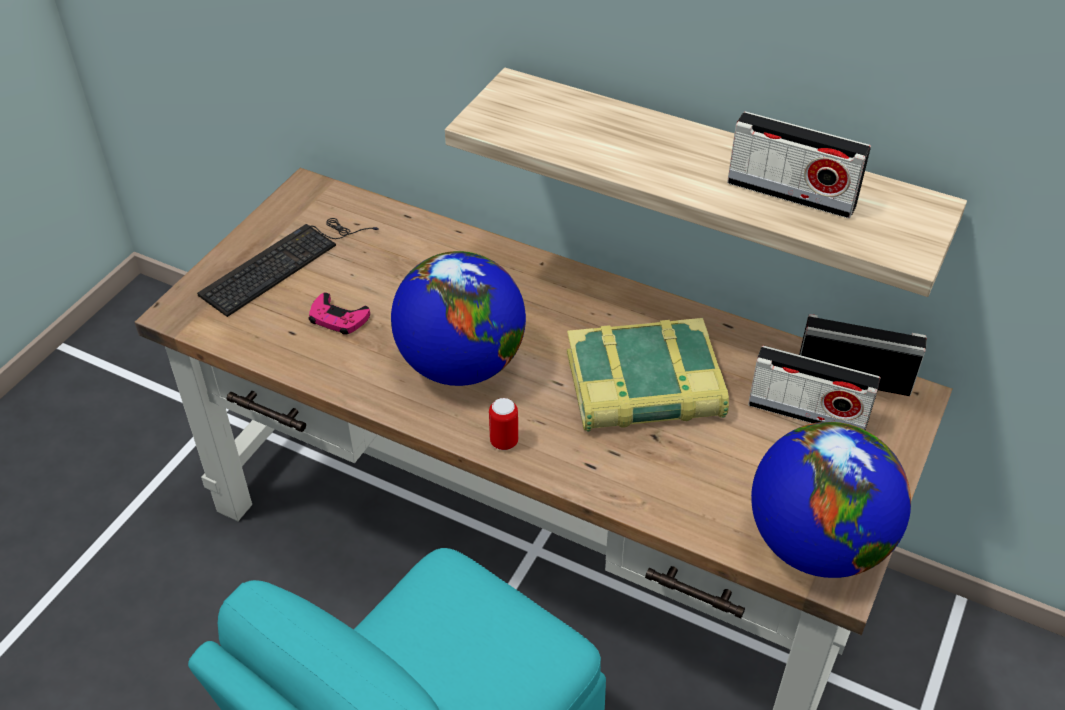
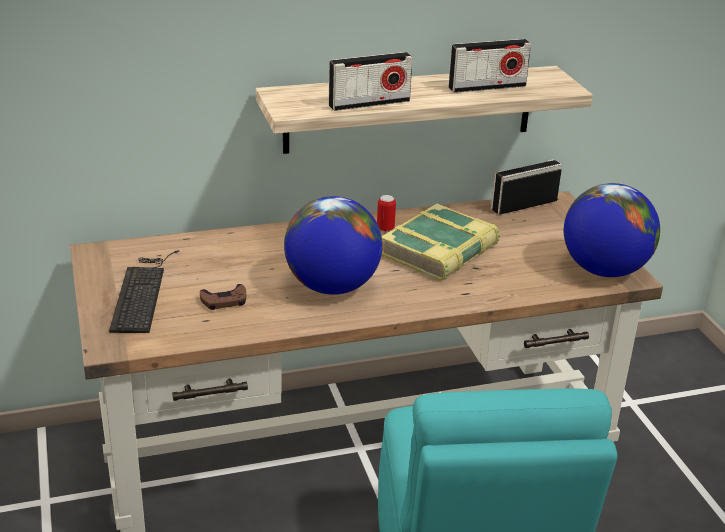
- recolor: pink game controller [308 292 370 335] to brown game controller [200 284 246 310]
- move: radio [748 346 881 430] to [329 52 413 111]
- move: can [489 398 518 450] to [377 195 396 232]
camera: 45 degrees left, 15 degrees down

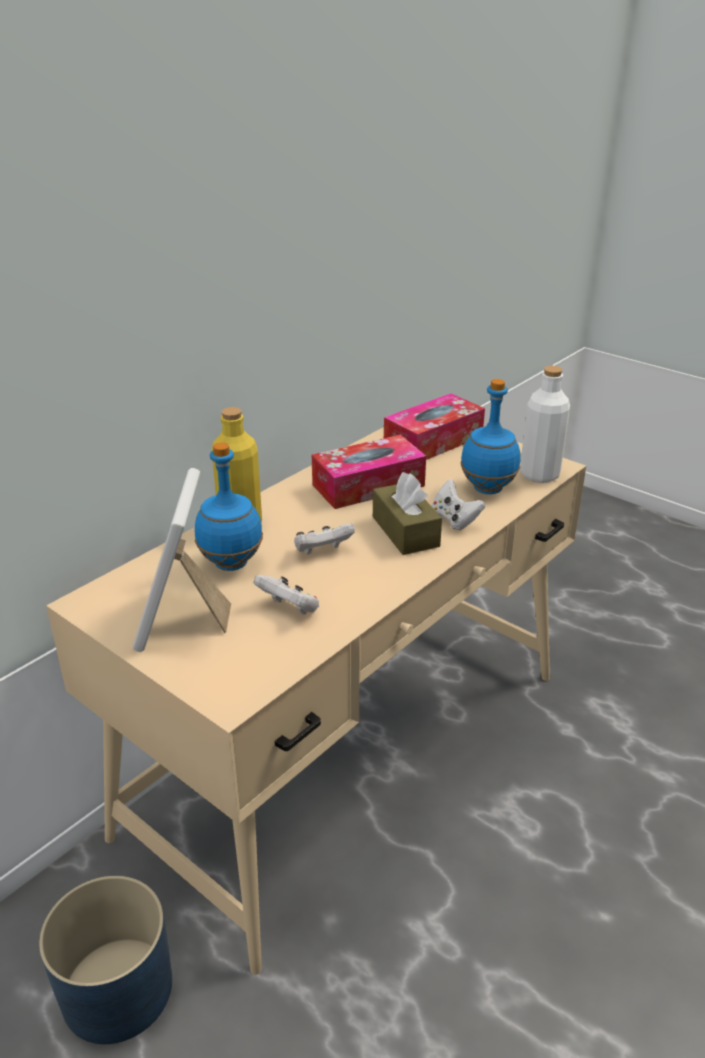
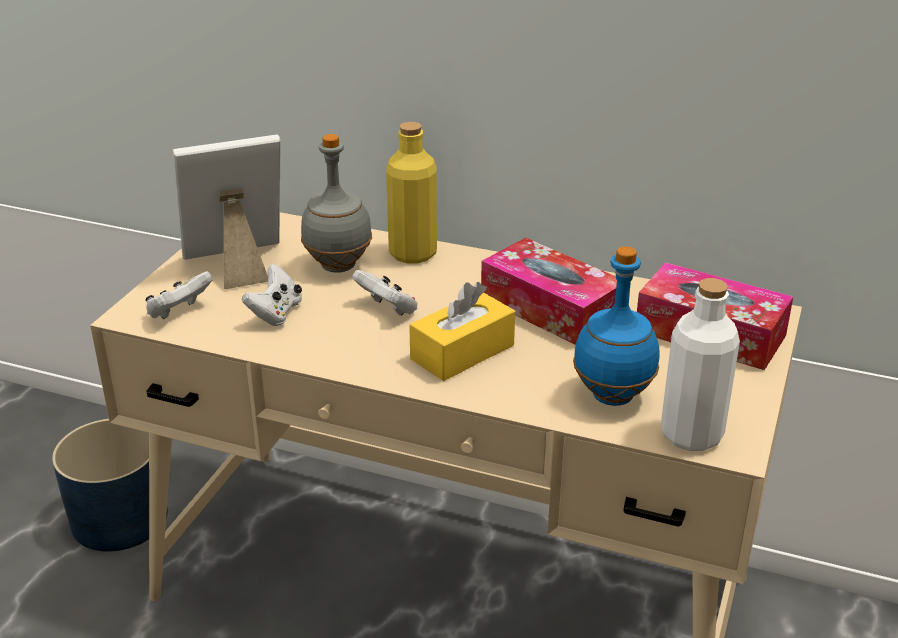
- recolor: blue bottle [195 442 263 571] to grey bottle [301 134 372 273]
- recolor: brown tissue box [373 472 442 555] to yellow tissue box [409 282 515 381]
- move: white game controller [432 479 485 530] to [145 271 213 319]
camera: 70 degrees right, 0 degrees up

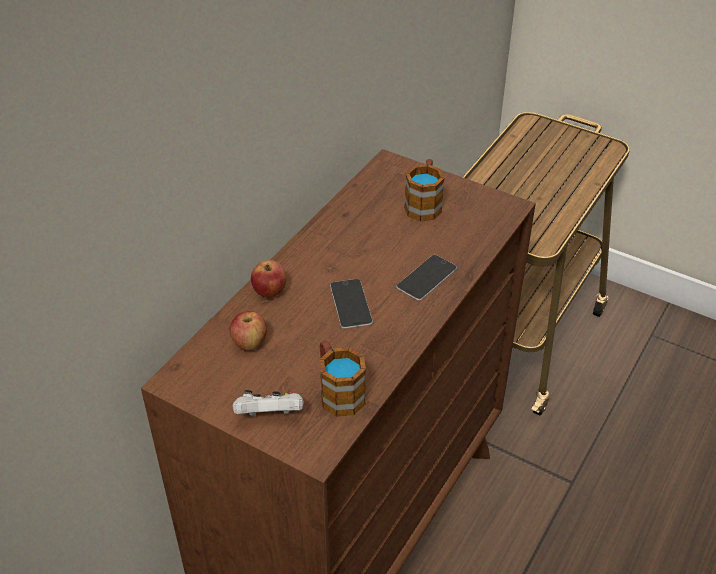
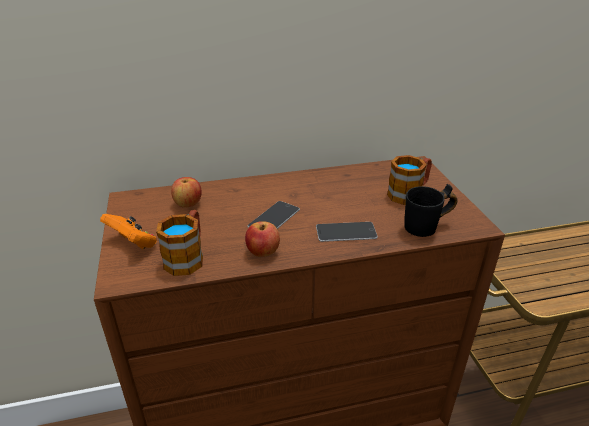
- move: apple [251 260 287 298] to [245 221 280 257]
- recolor: white game controller [233 390 304 417] to orange game controller [100 214 157 249]
- insert: black mug [404 184 458 237]
camera: 45 degrees right, 10 degrees down

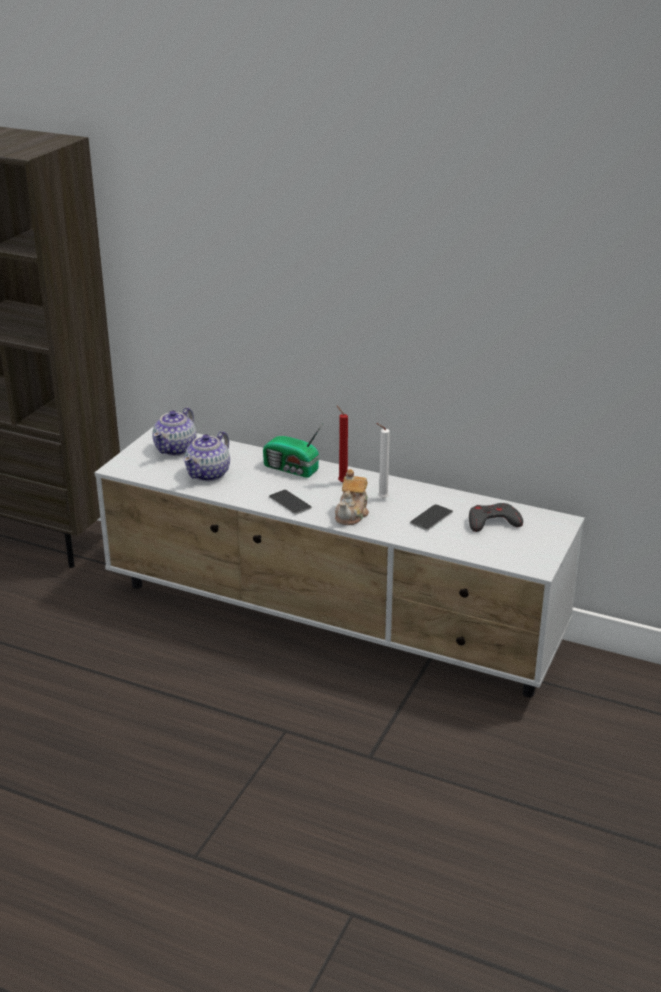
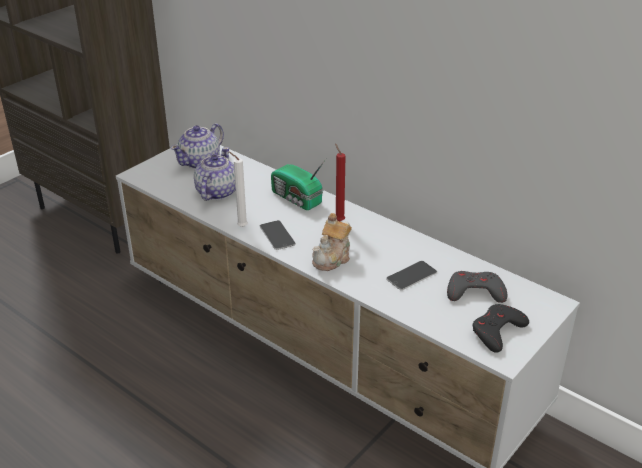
- move: white candle [376 423 390 499] to [229 152 248 227]
- rotate: teapot [184 431 230 481] = [194 147 236 201] 150 degrees clockwise
- insert: black game controller [472 304 529 353]
camera: 15 degrees right, 5 degrees up

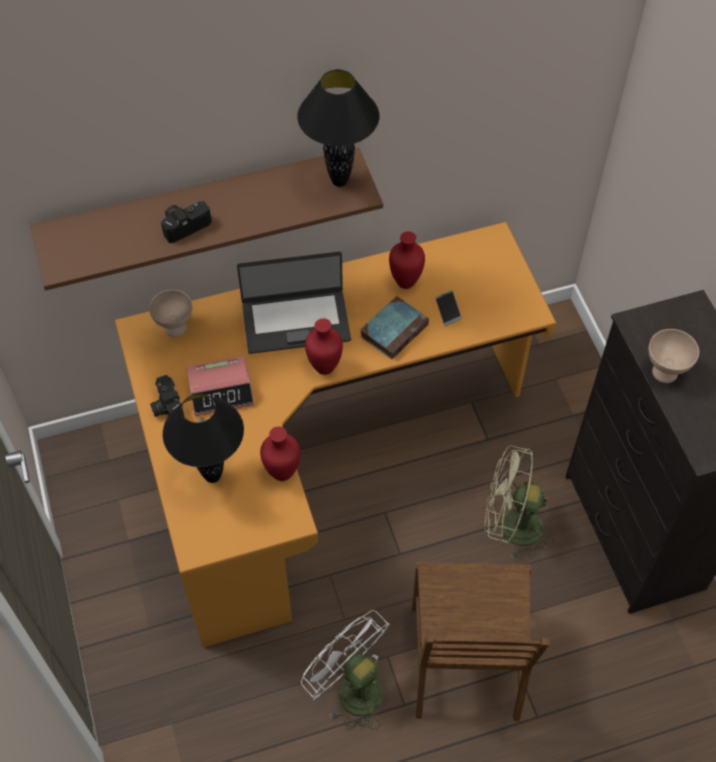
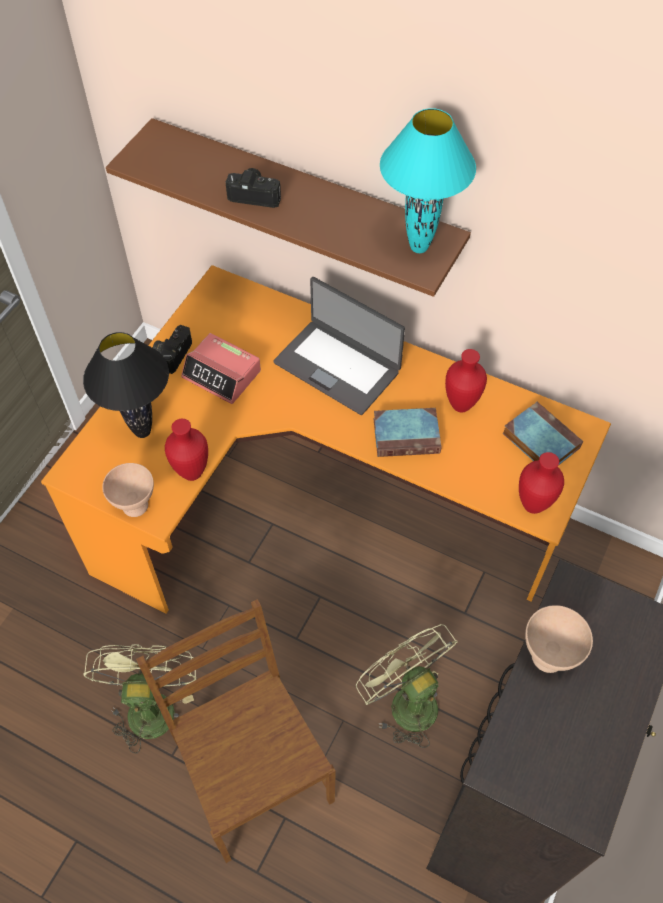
- recolor: black table lamp [297 70 379 187] to turquoise table lamp [380 108 476 253]
- move: beige bowl [149 290 192 337] to [102 463 154 517]
- delete: phone [436 290 462 326]
- move: red vase [305 318 343 375] to [519 452 564 514]
- rotate: brown chair [412 562 549 721] = [136 599 336 863] 105 degrees clockwise
- recolor: white fan [301 610 389 730] to green fan [83 644 196 753]
- insert: book [503 402 583 466]
camera: 45 degrees right, 0 degrees up

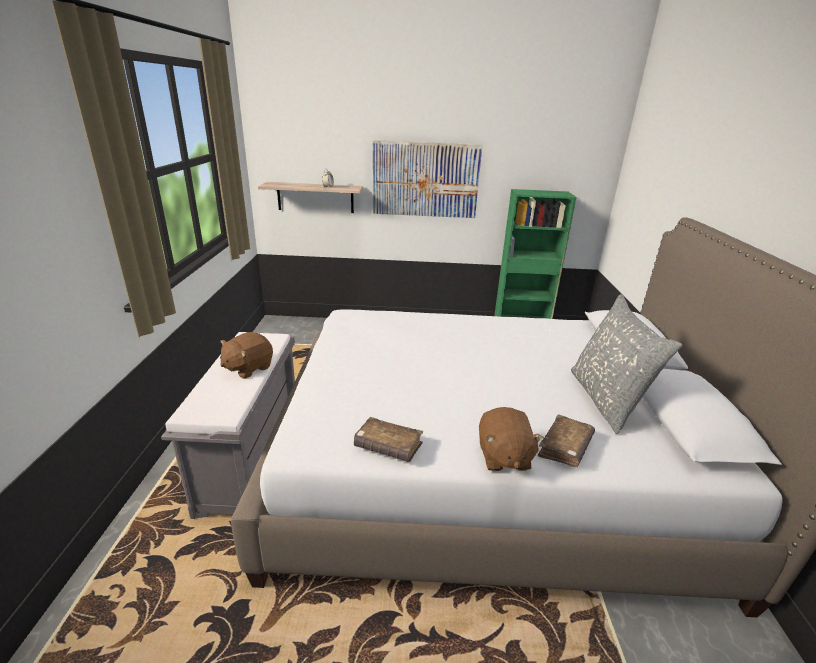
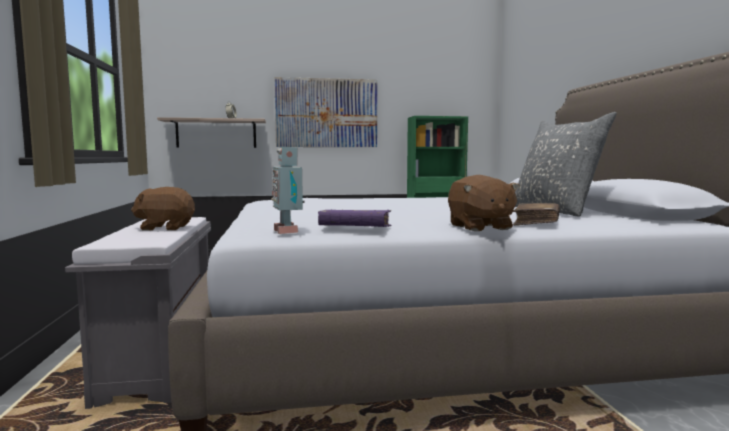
- rotate: brown plush toy [220 332 273 379] = [131 187 195 231] 60 degrees clockwise
- recolor: brown book [354 417 423 462] to purple book [318 210 391 227]
- insert: toy robot [271 147 305 234]
camera: 10 degrees left, 20 degrees down

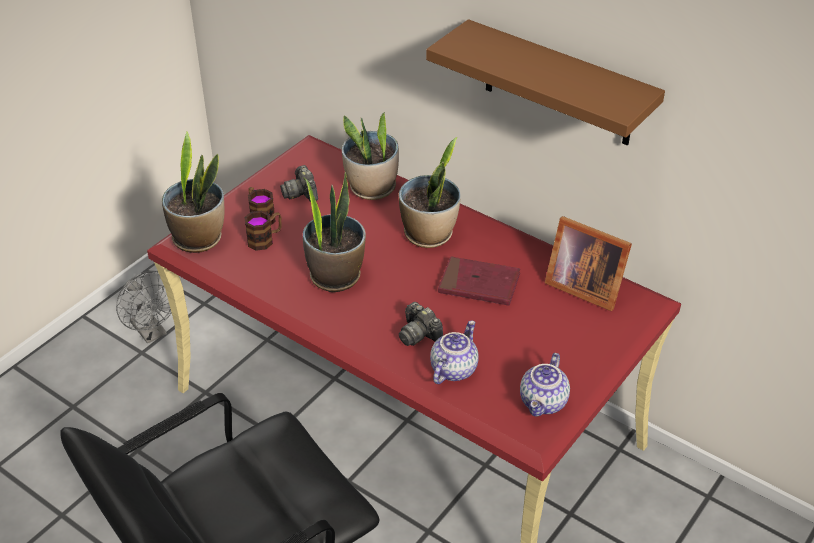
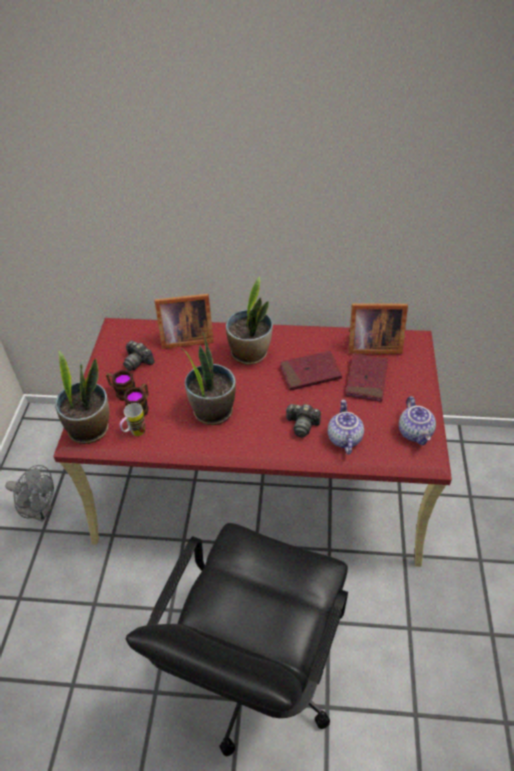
- delete: brown shelf [426 19 665 146]
- replace: potted plant [342 112 399 200] to picture frame [155 294 214 349]
- insert: red book [345 353 388 402]
- insert: mug [120 403 145 436]
camera: 30 degrees left, 5 degrees up

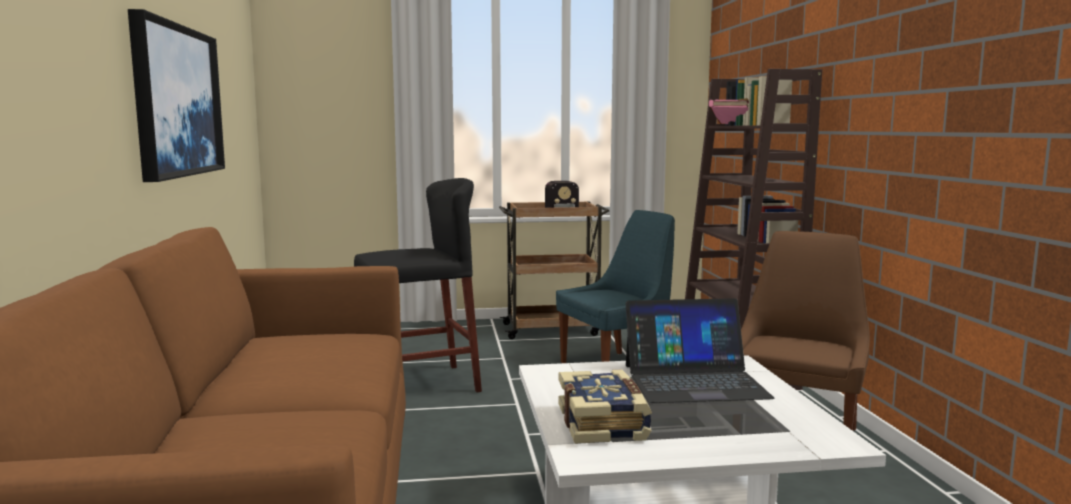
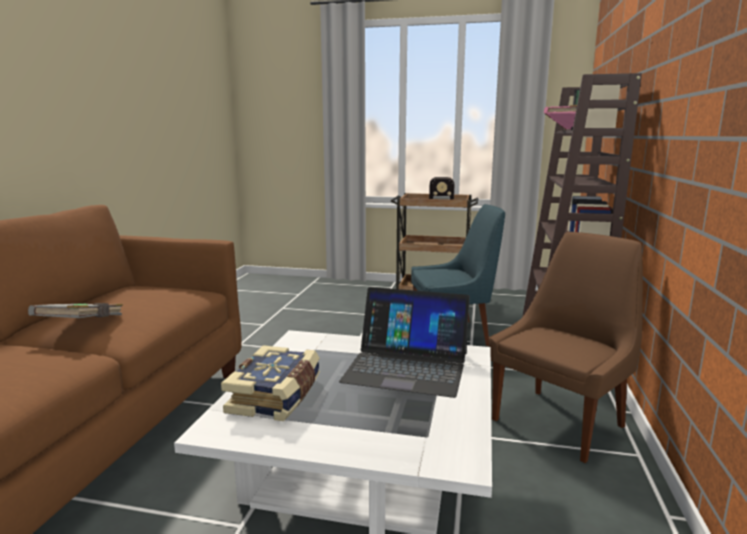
- delete: picture [128 9 225 182]
- delete: black stool [354 178 482 393]
- insert: grey book [28 303 123 318]
camera: 20 degrees right, 5 degrees up

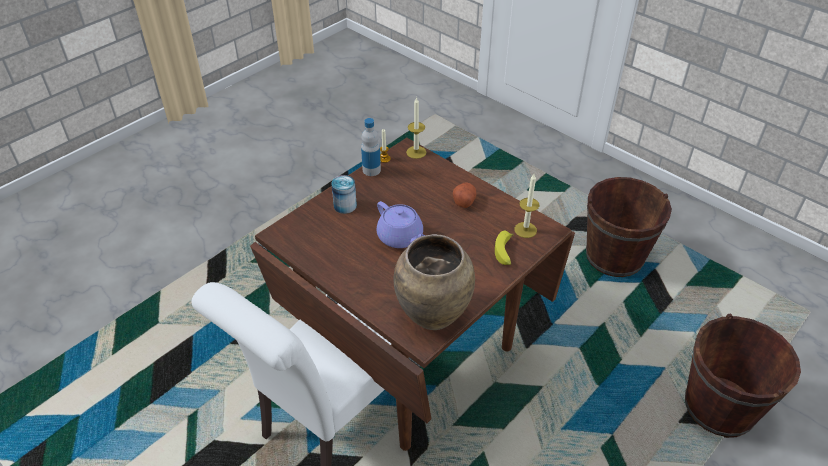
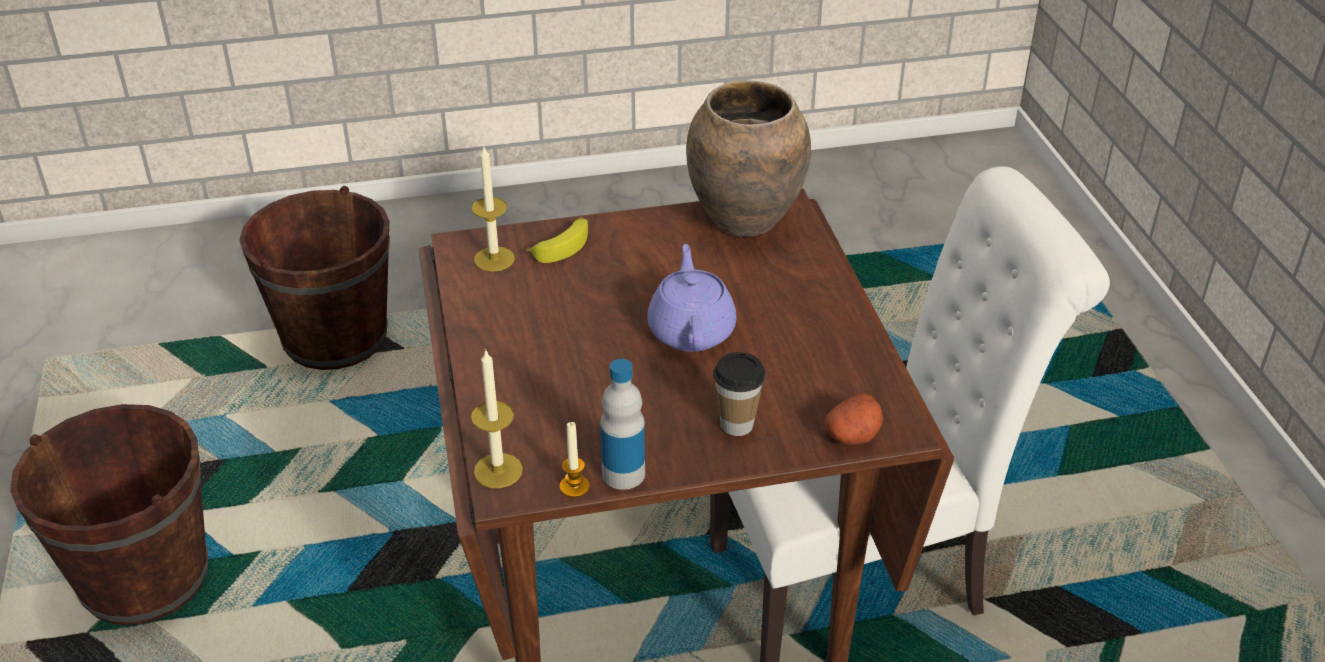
- replace: can [331 175 357 214] to cup [713 352 766 436]
- move: potato [453 182 476 208] to [825 393 883 445]
camera: 145 degrees left, 5 degrees down

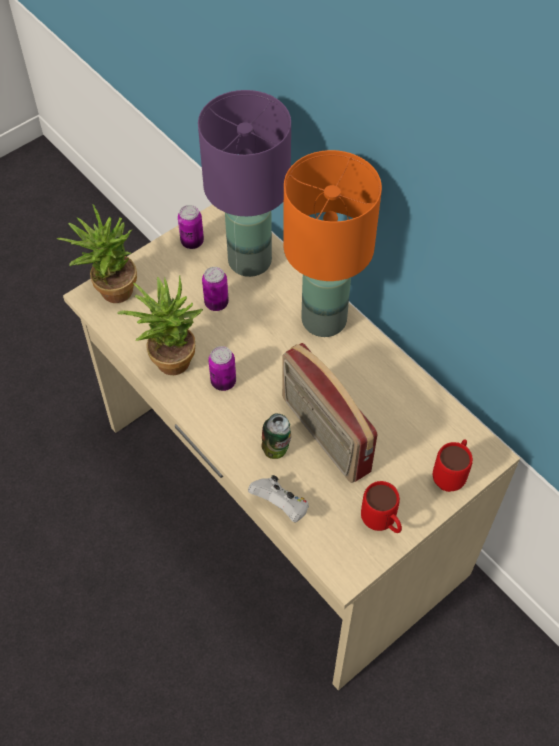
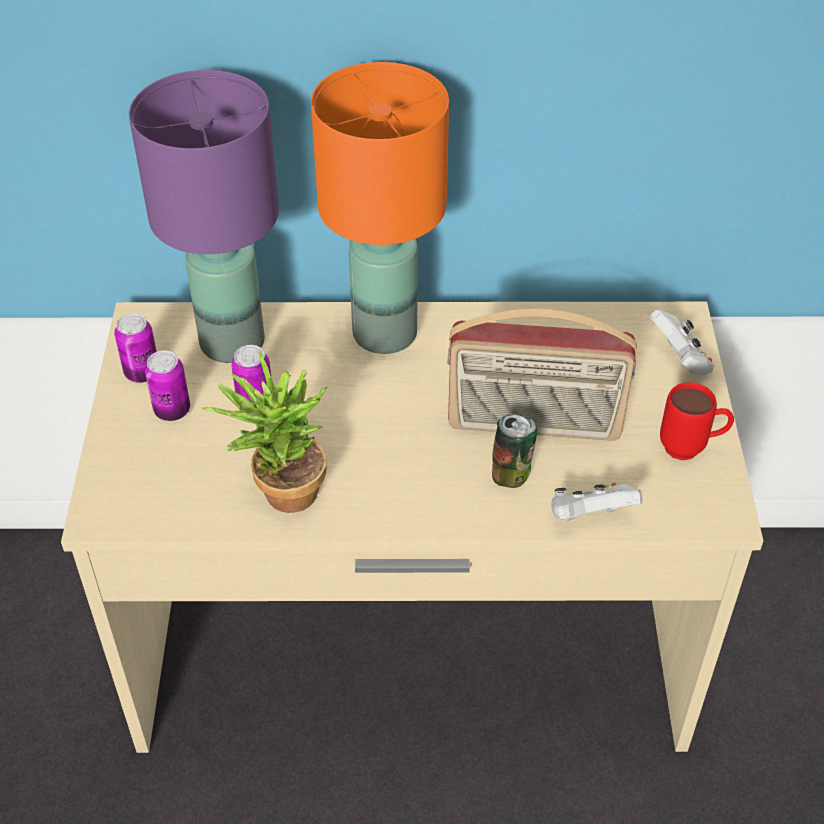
- delete: potted plant [57 204 137 303]
- move: can [208 346 236 391] to [145 350 190 421]
- replace: red mug [433 439 473 492] to white game controller [650 309 714 376]
camera: 50 degrees left, 10 degrees down

